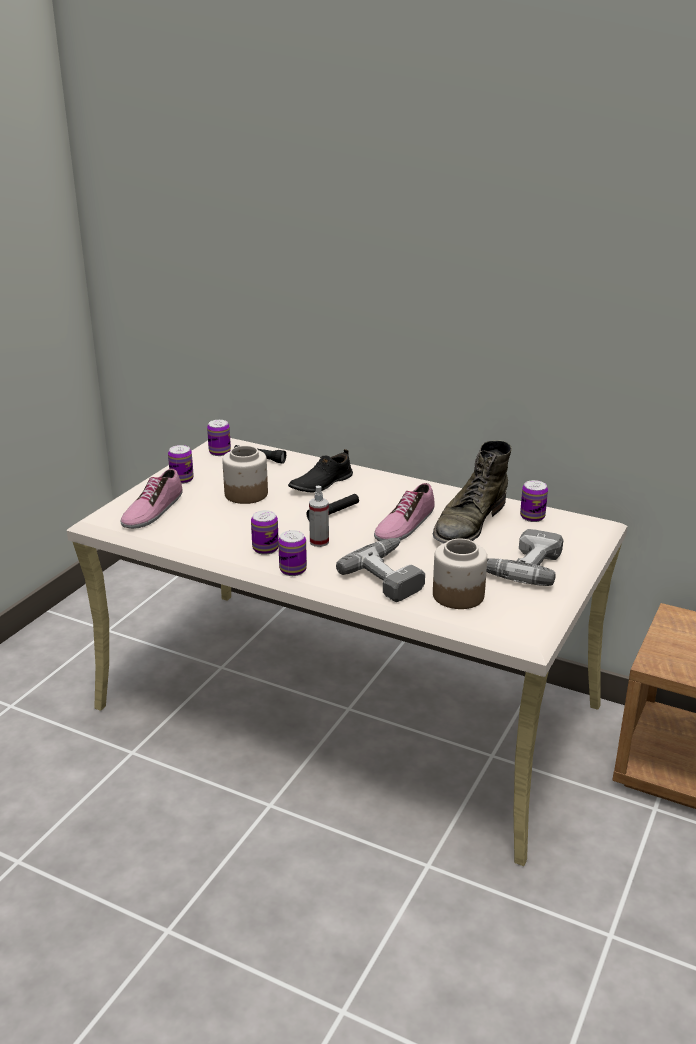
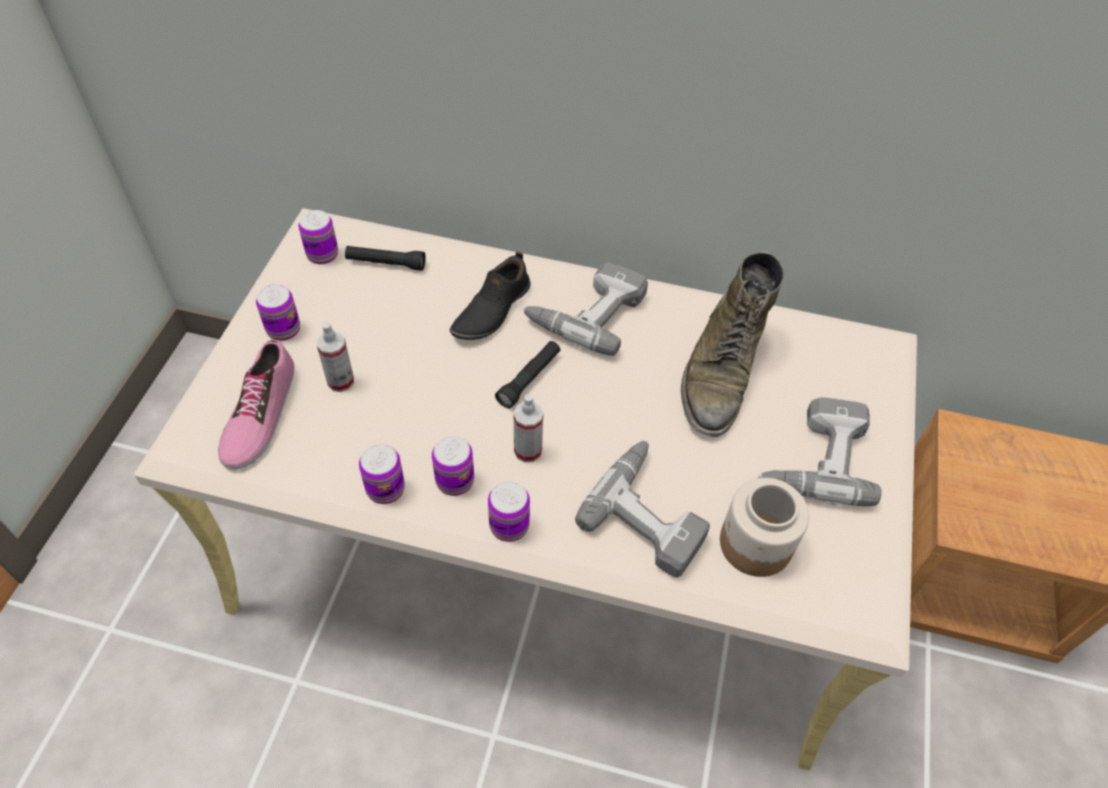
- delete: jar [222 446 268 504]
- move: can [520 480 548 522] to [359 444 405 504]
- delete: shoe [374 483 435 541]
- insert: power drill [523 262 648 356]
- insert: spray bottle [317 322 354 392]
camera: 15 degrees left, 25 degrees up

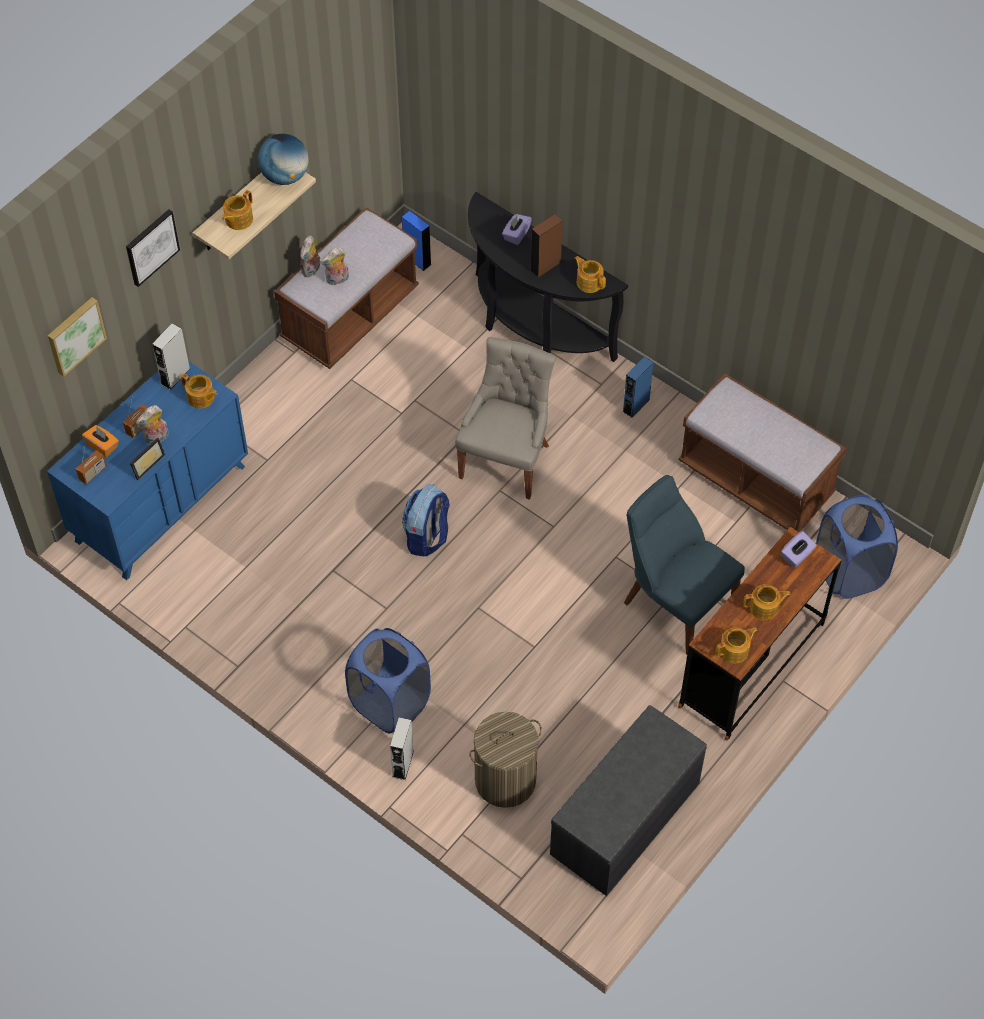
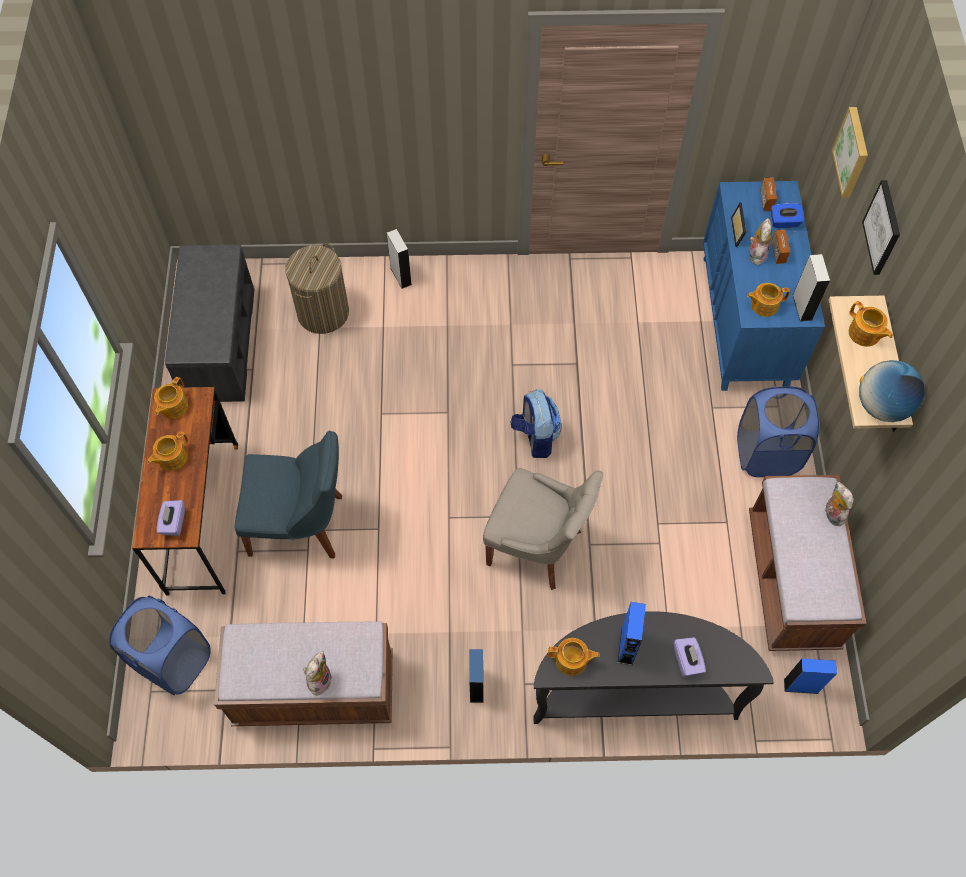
- rotate: teapot [222 190 253 230] = [849 301 893 347] 150 degrees clockwise
- recolor: brown speaker [530 214 563 278] to blue speaker [618 602 646 665]
- move: plush toy [321 247 349 285] to [303 651 333 696]
- rotate: grey chair [455 337 556 500] = [483 468 603 590] 45 degrees counterclockwise
- recolor: orange tissue box [82 425 119 457] to blue tissue box [771 203 804 228]
- move: blue laundry basket [345 628 431 734] to [737 386 819 477]
camera: 140 degrees right, 5 degrees up

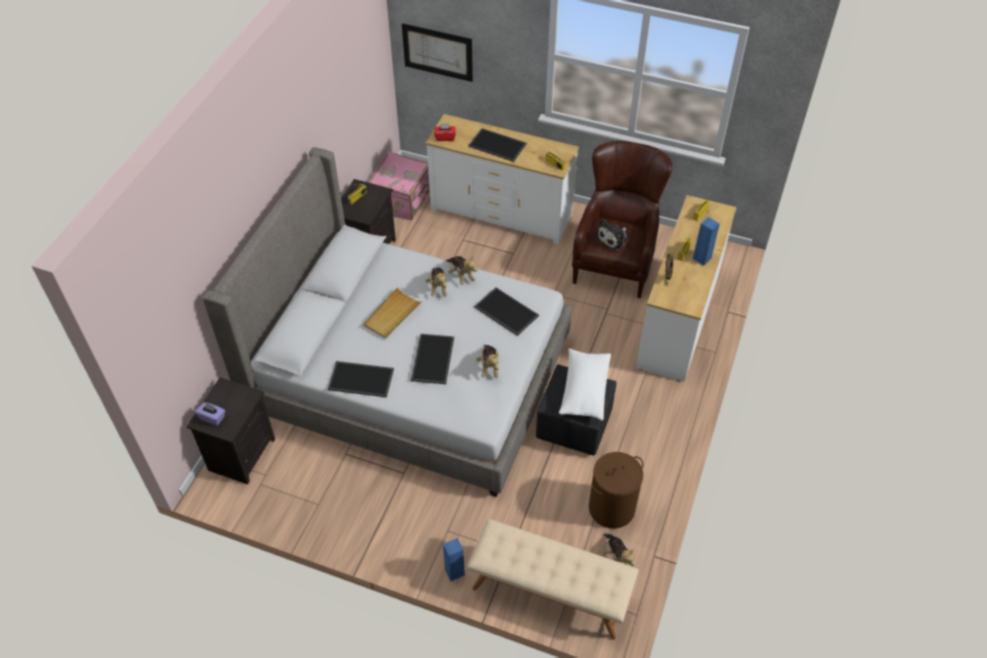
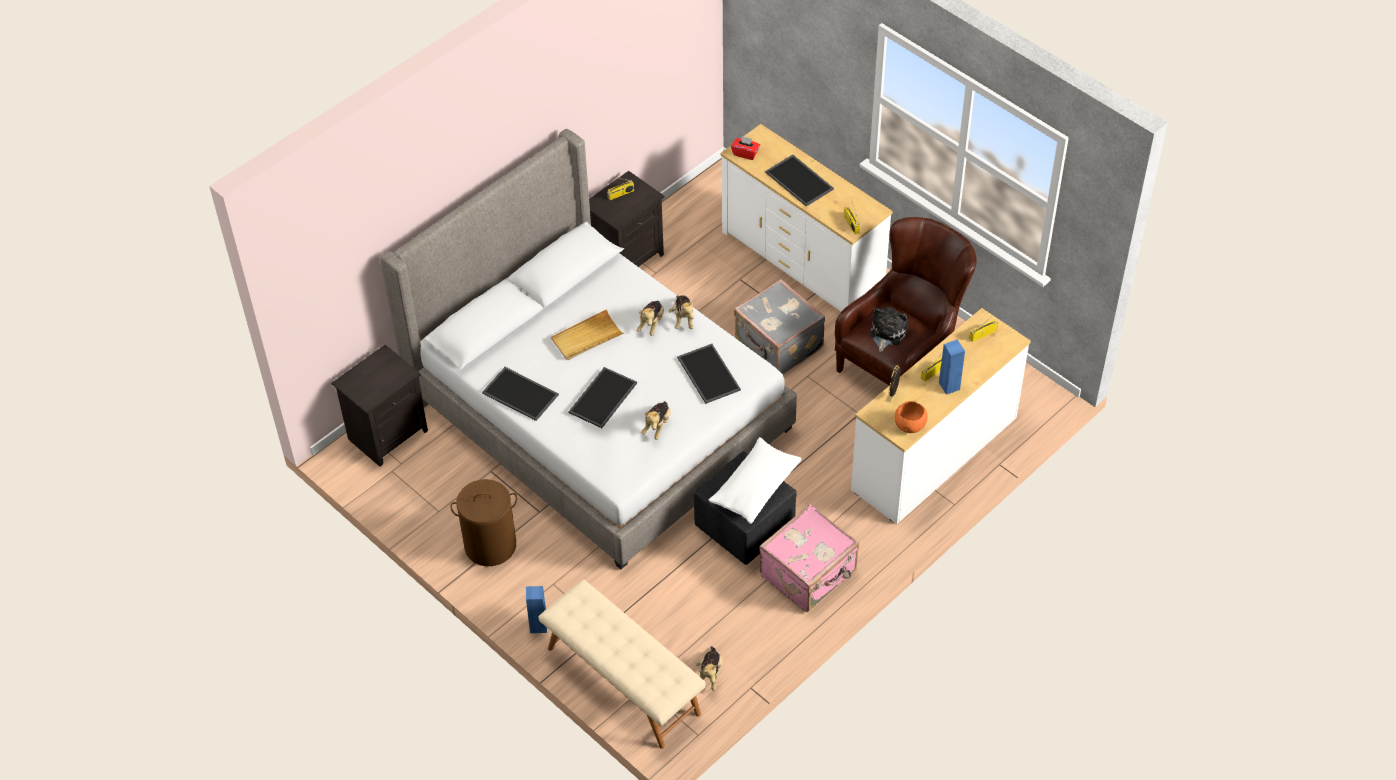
- delete: picture [402 23 473 82]
- move: pink suitcase [368 151 430 220] to [759 504 859 612]
- rotate: plush toy [596 219 628 251] = [870 307 908 352] 135 degrees clockwise
- delete: purple tissue box [195 402 225 426]
- move: brown laundry basket [589 452 643 529] to [450 479 517 566]
- insert: grey suitcase [734 279 825 374]
- insert: orange bowl [895 401 928 433]
camera: 25 degrees right, 0 degrees up

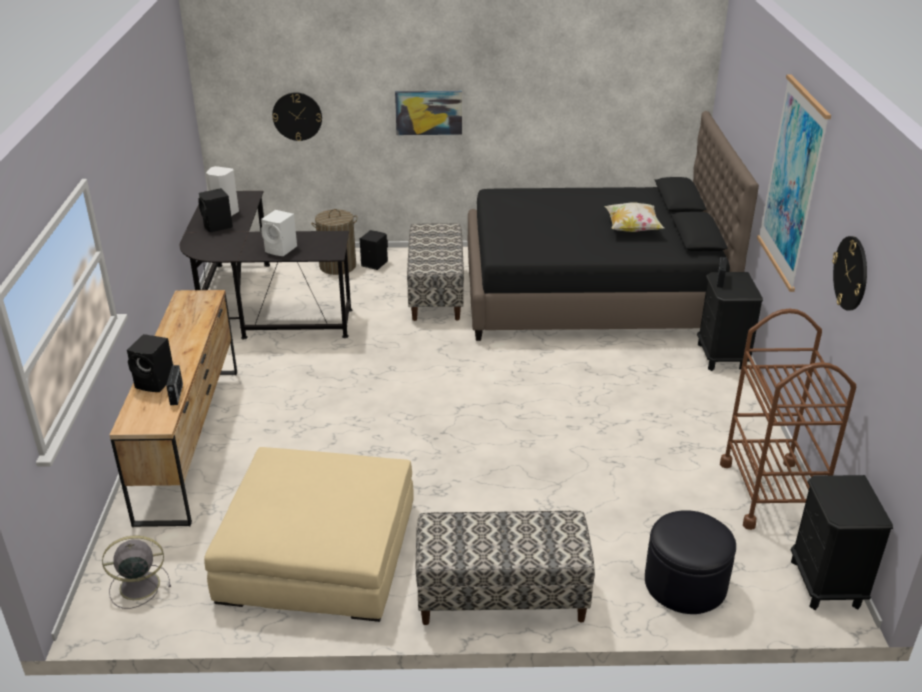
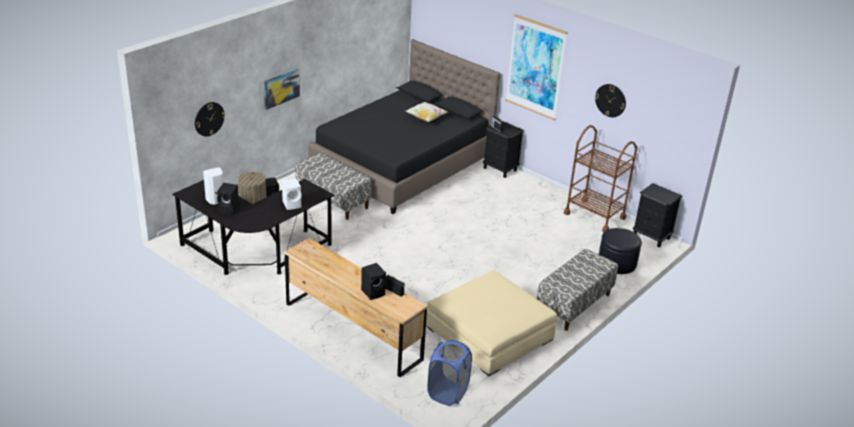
- replace: grey fan [102 535 171 609] to blue laundry basket [427 340 472 406]
camera: 50 degrees left, 0 degrees up

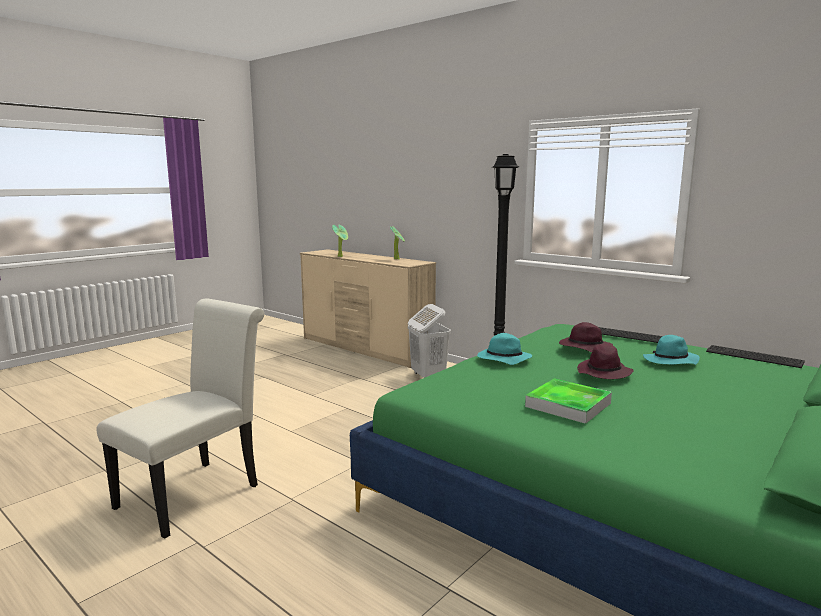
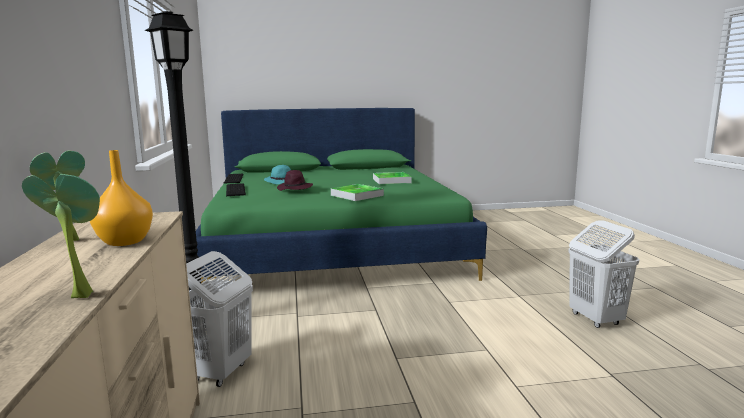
- replace: white chair [96 298 264 539] to white laundry basket [568 220 639 328]
- replace: turquoise hat [477 333 532 365] to tray [331 184 384 201]
- delete: purple hat [577 344 634 379]
- insert: orange vase [90 150 153 246]
camera: 140 degrees left, 0 degrees up

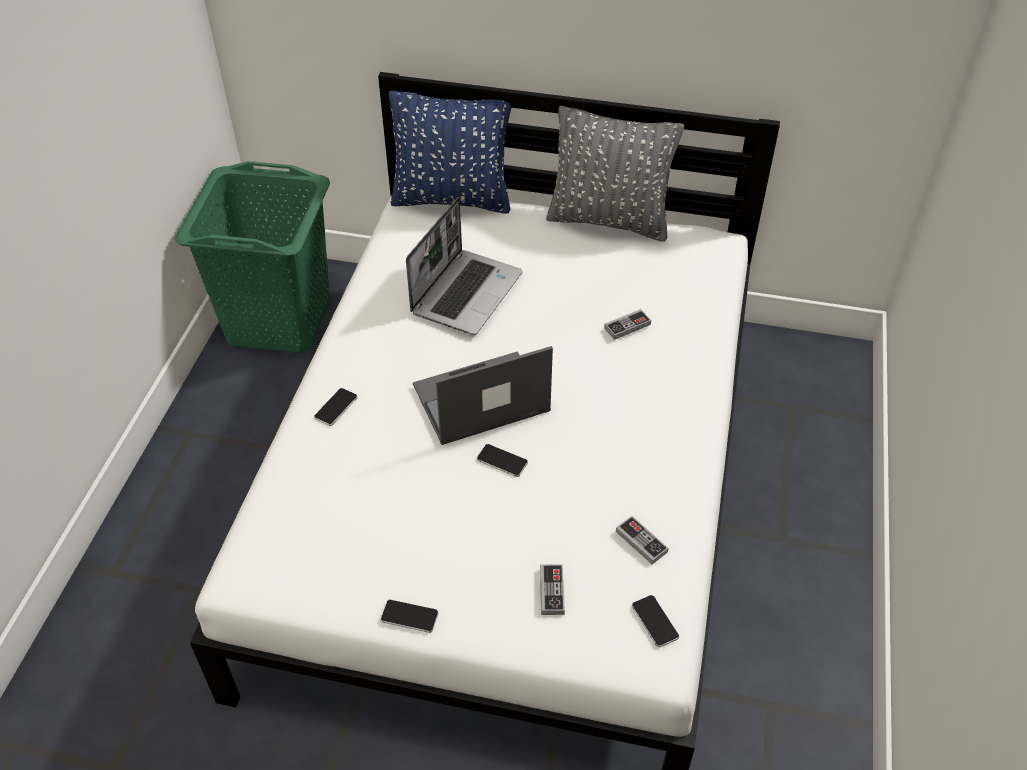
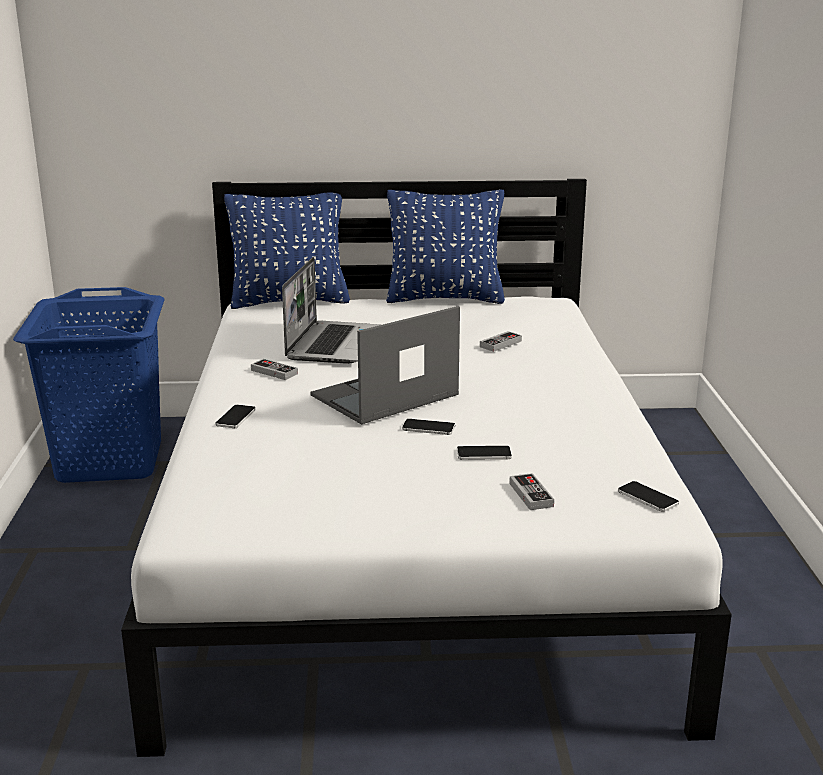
- recolor: grey pillow [546 106 684 242] to blue pillow [386 189 505 304]
- recolor: green laundry basket [175 161 330 353] to blue laundry basket [13 287 164 483]
- move: game controller [616 516 669 564] to [251 359 298 380]
- move: phone [381 600 438 633] to [457 446 512 460]
camera: 15 degrees left, 25 degrees down

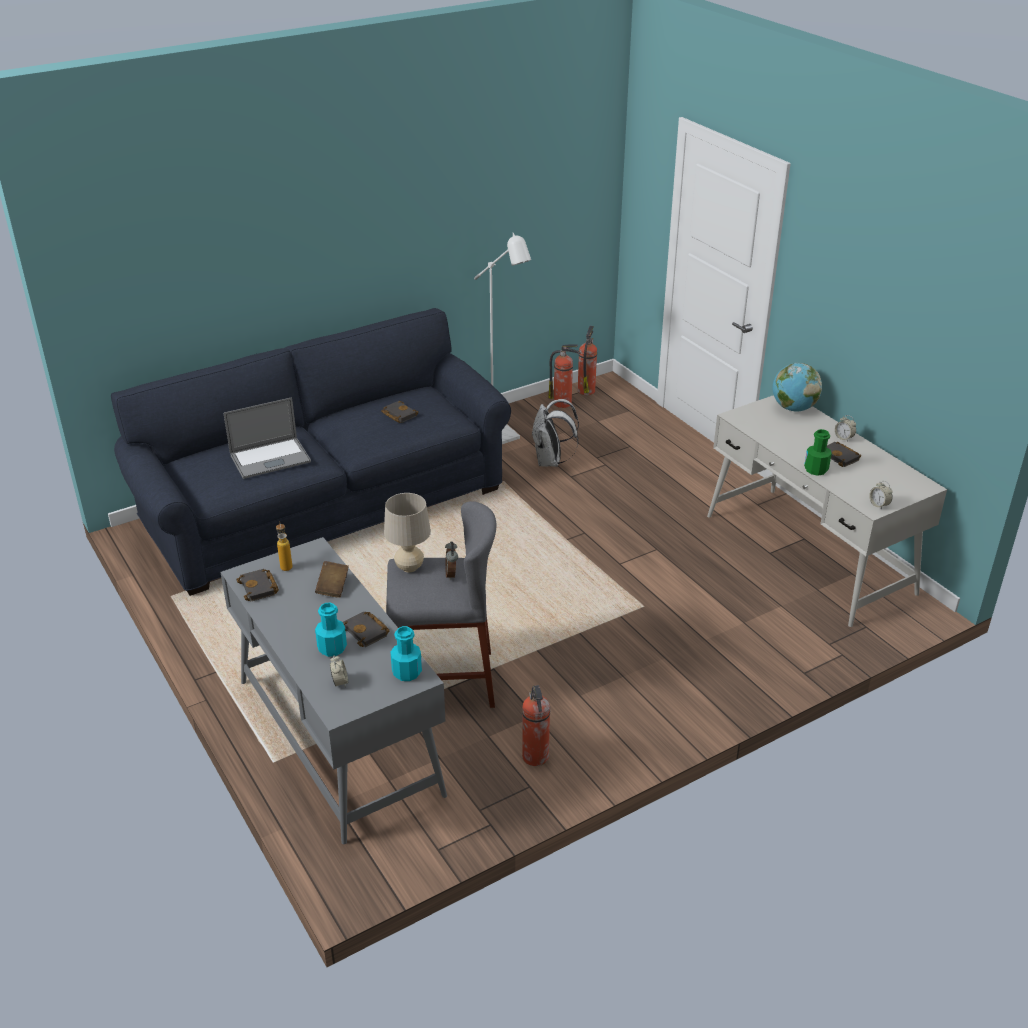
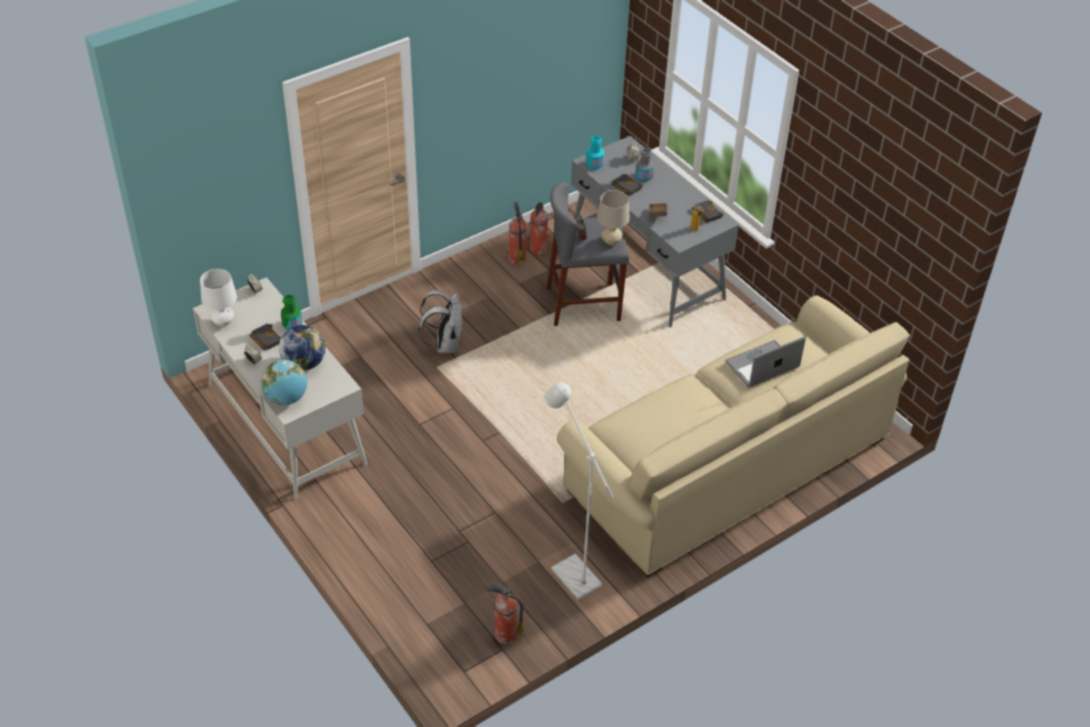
- recolor: blue sofa [111 308 511 596] to beige sofa [557 295 910 577]
- move: fire extinguisher [578 326 597 395] to [530 202 548 255]
- move: white backpack [531 399 579 467] to [419 290 464 353]
- delete: black book [381 401 419 423]
- recolor: turquoise bottle [315 603 347 657] to grey bottle [635 148 654 182]
- insert: white table lamp [200 269 237 327]
- insert: globe [279 325 326 370]
camera: 175 degrees right, 10 degrees up

